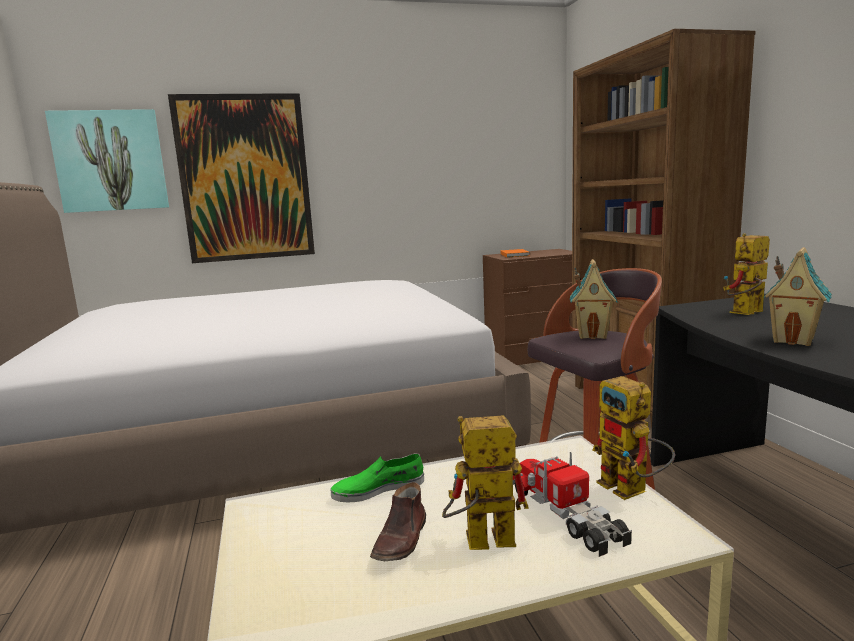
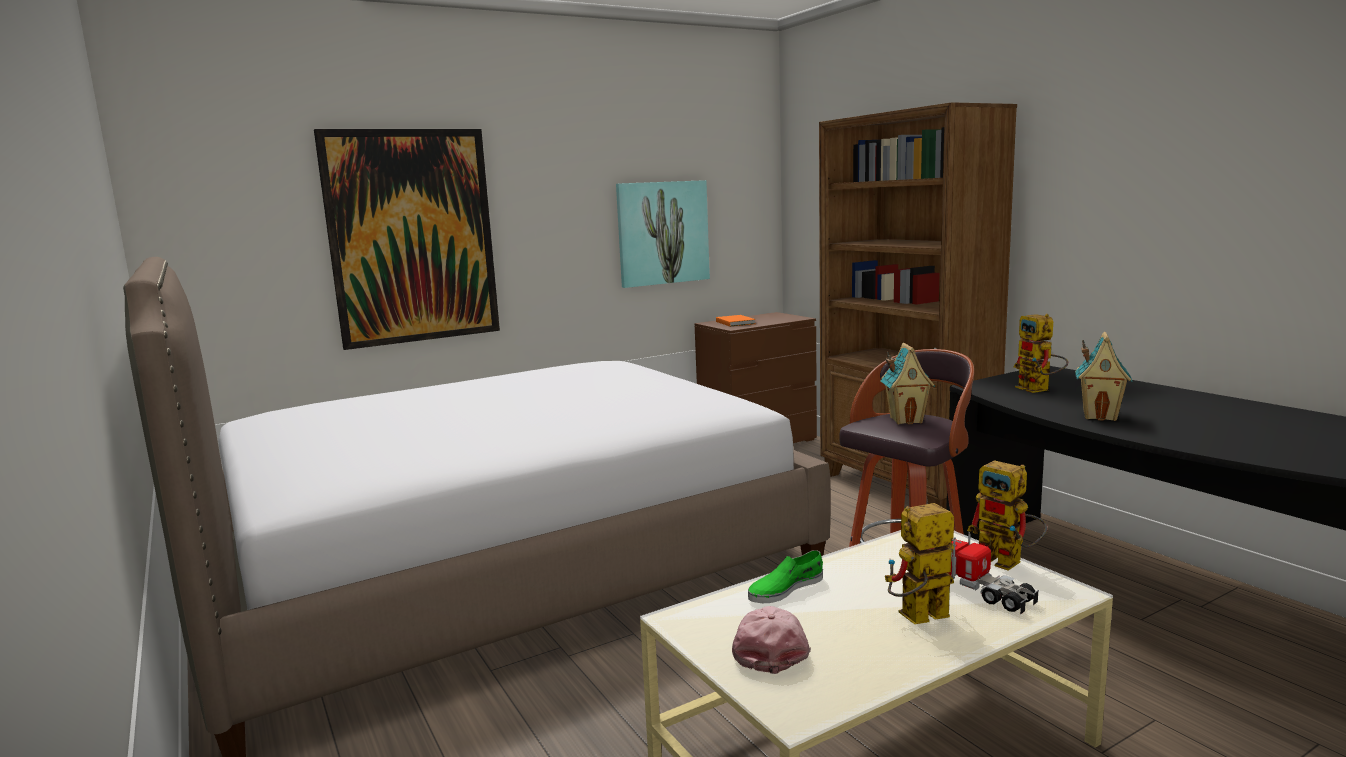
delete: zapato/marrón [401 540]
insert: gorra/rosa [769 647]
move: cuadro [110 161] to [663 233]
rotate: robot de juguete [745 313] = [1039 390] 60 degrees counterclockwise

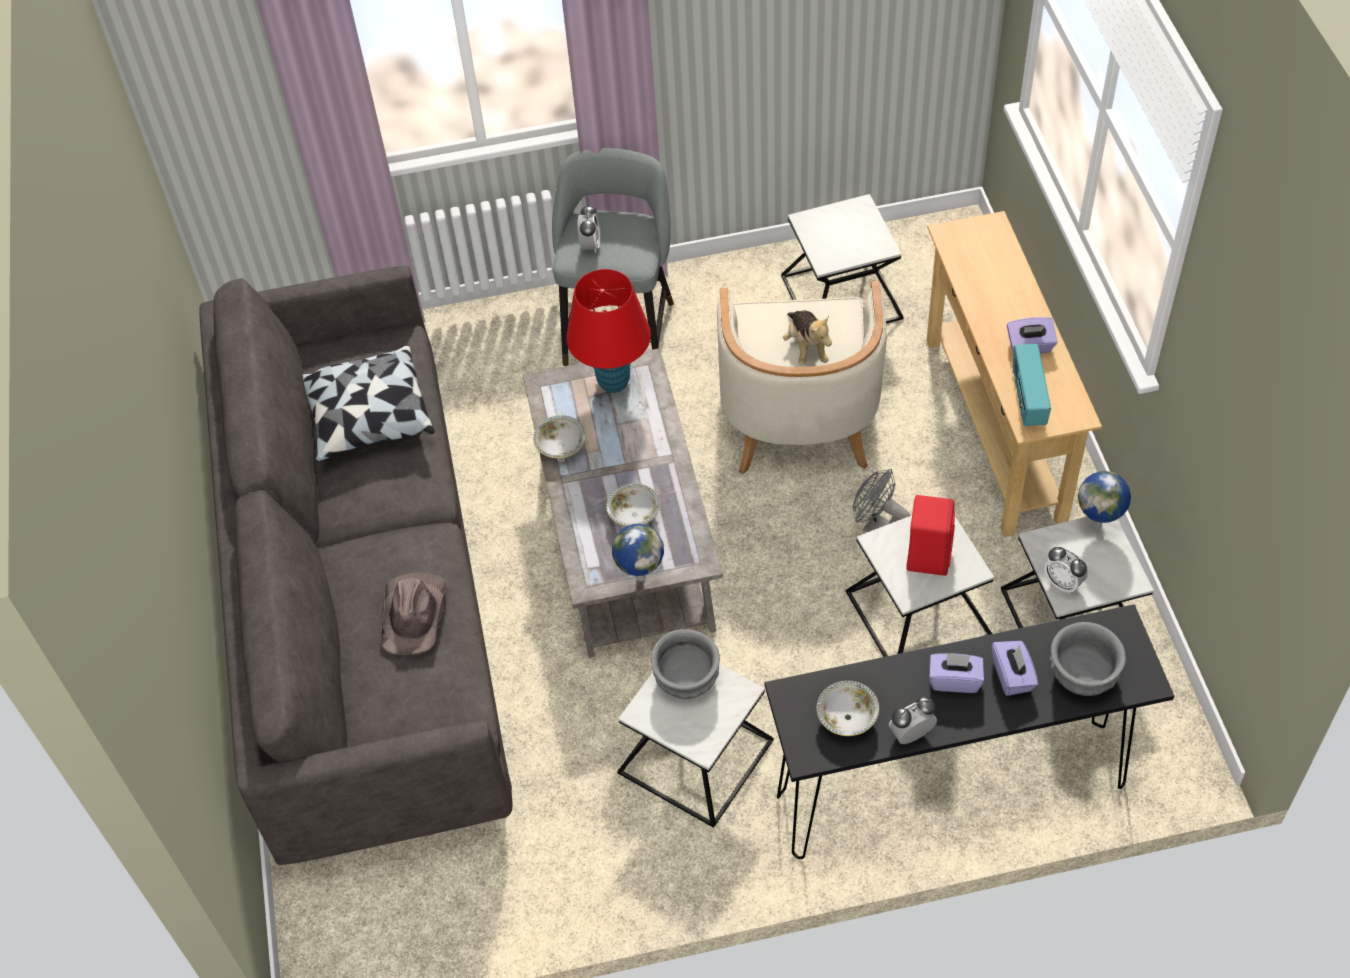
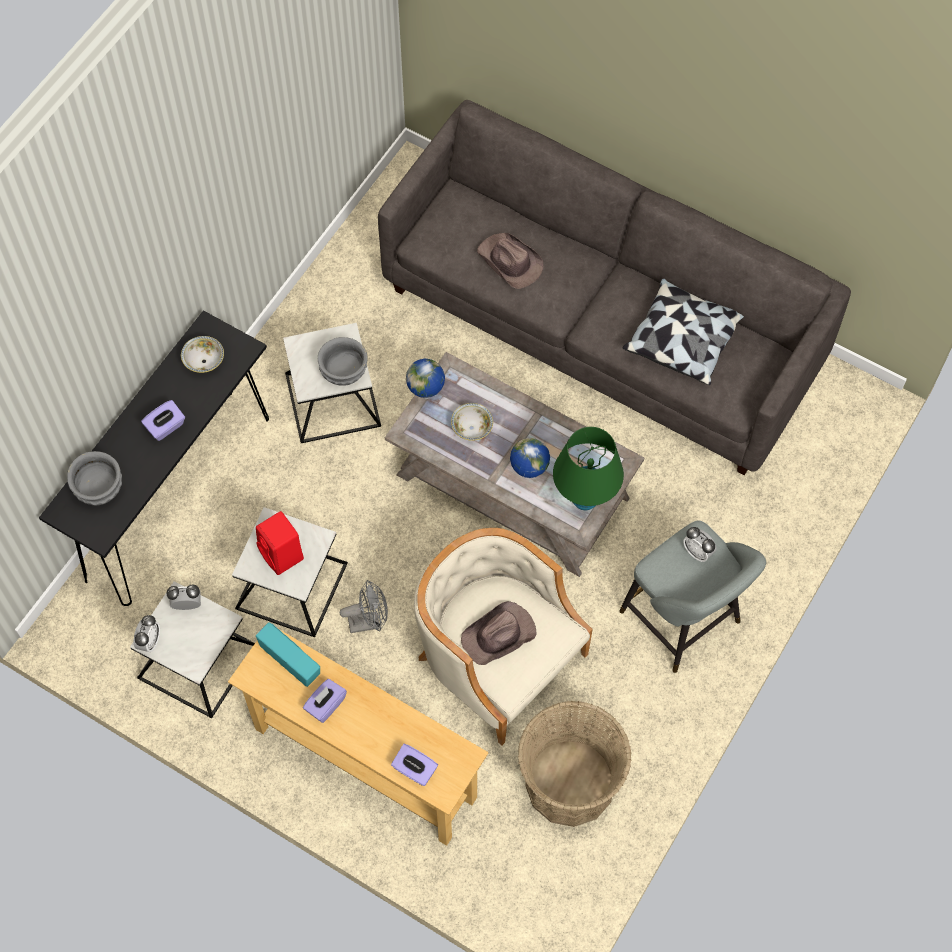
delete: cuenco [561 447]
move: despertador [911 734] to [149 641]; caja de pañuelos/morado [1012 676] to [414 770]; globo terráqueo [1098 525] to [528 475]
replace: peluche [806 347] to sombrero/marrón [499 635]; mesa auxiliar [842 297] to cesta [569 783]
recolor: lámpara de mesa/rojo [613 382] to lámpara de mesa/verde [585 499]

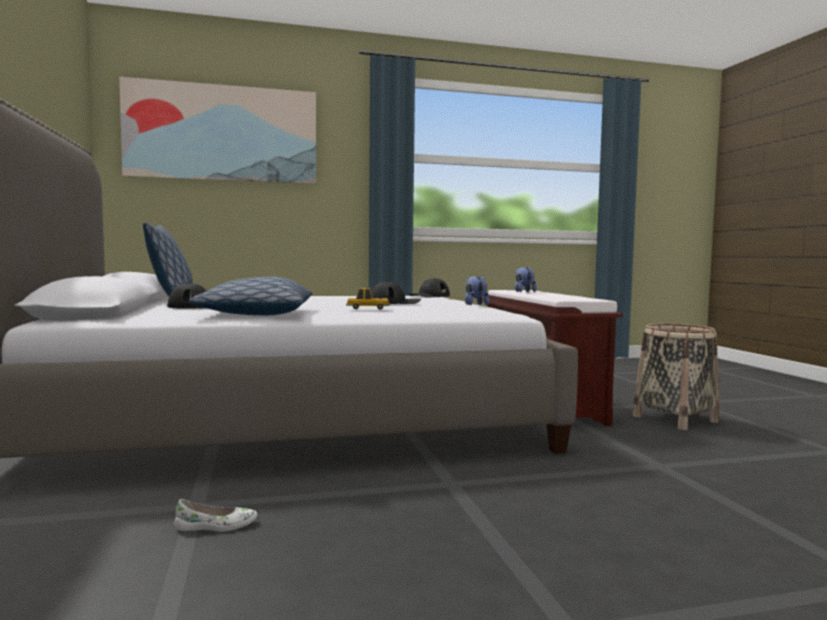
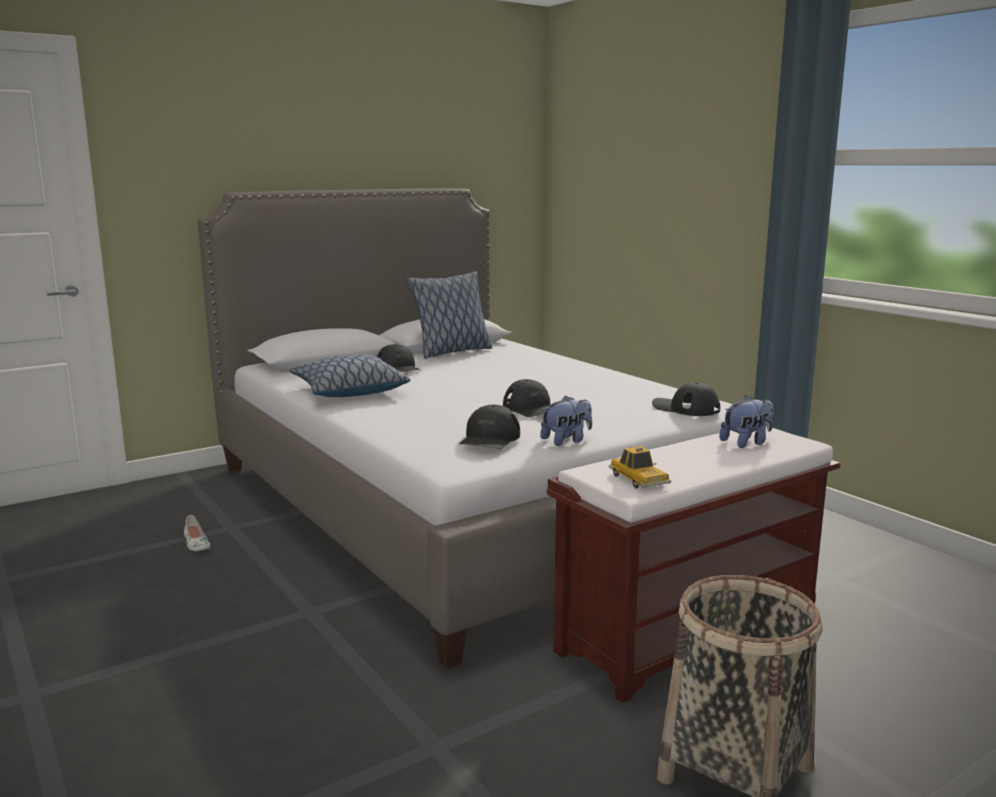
delete: cuadro [222 133]
insert: gorra/negro [489 438]
move: coche de juguete [368 308] to [639 480]

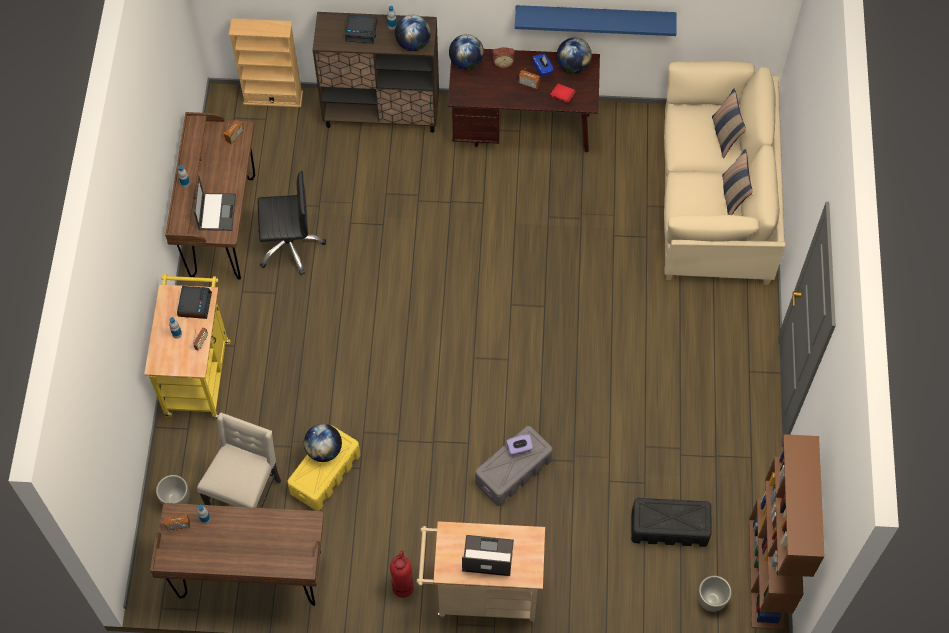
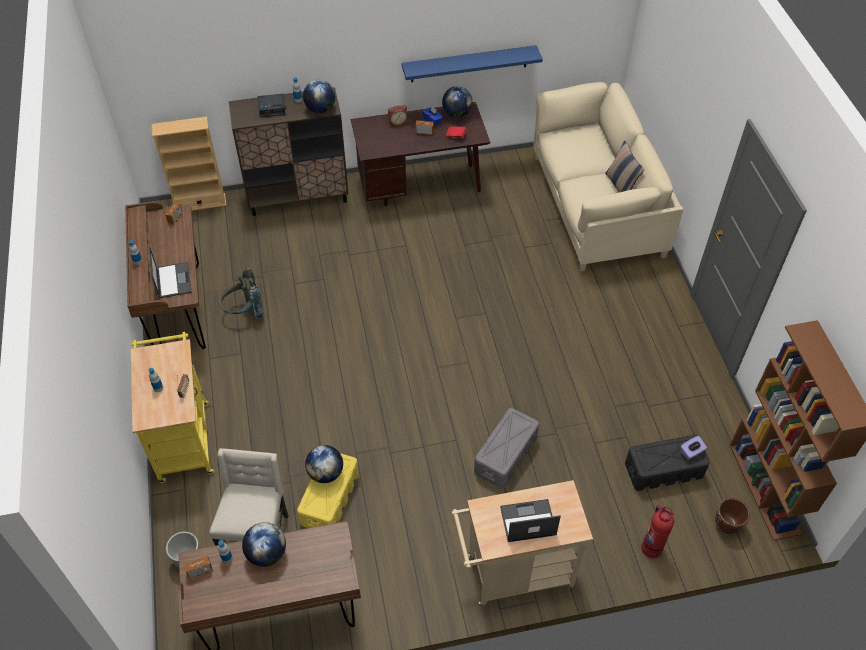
delete: despertador [194 304]; cojín [724 136]
move: globo terráqueo [466 62] to [267 553]; extintor [403 586] to [651 547]; caja de pañuelos/morado [519 448] to [691 452]
replace: silla de oficina/negro [290 246] to mochila/gris [244 312]
recolor: maceta/gris [711 600] to maceta/marrón [727 524]

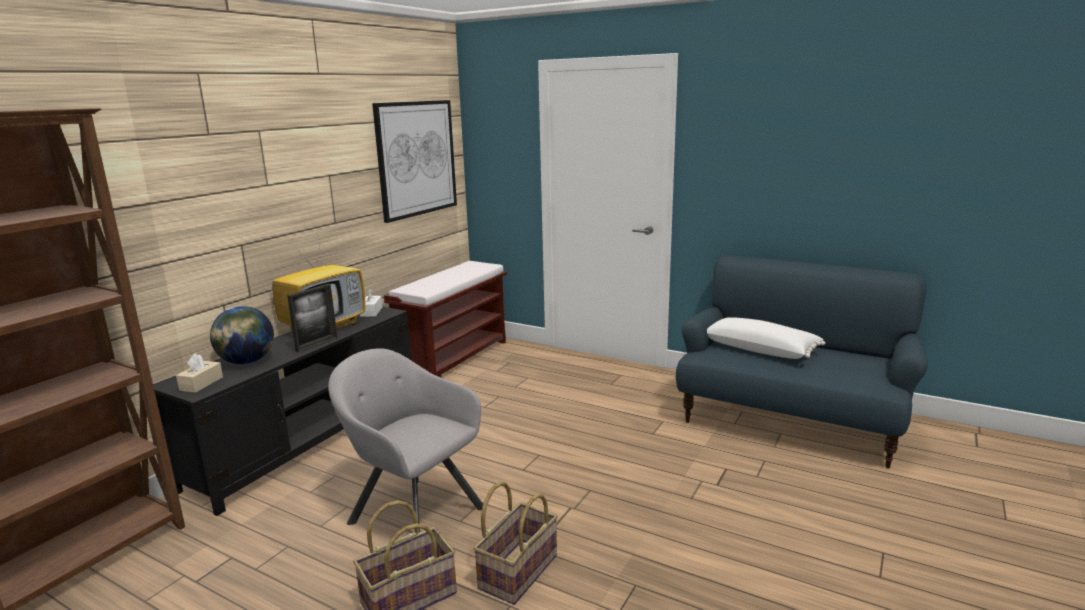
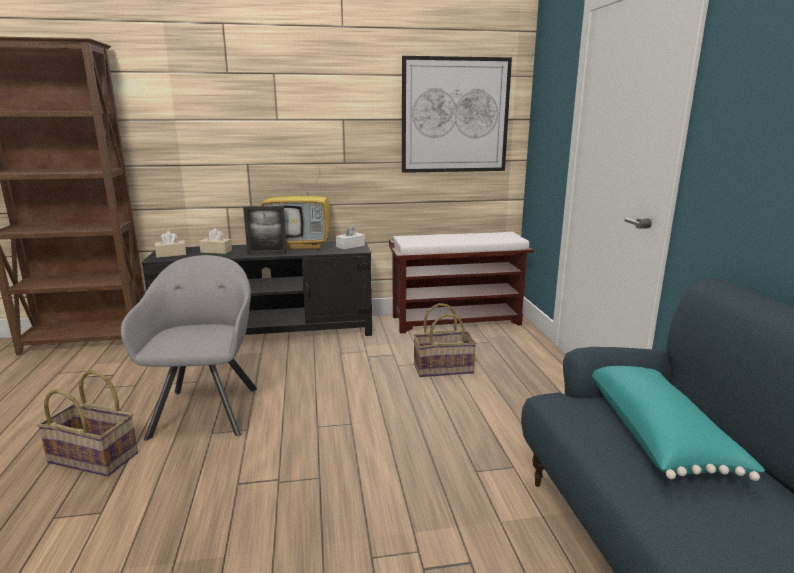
move: cesta [517 571] to [443 368]
replace: globo terráqueo [246 362] to caja de pañuelos/beis [216 251]
recolor: cojín/blanco [760 349] to cojín/turquesa [659 436]

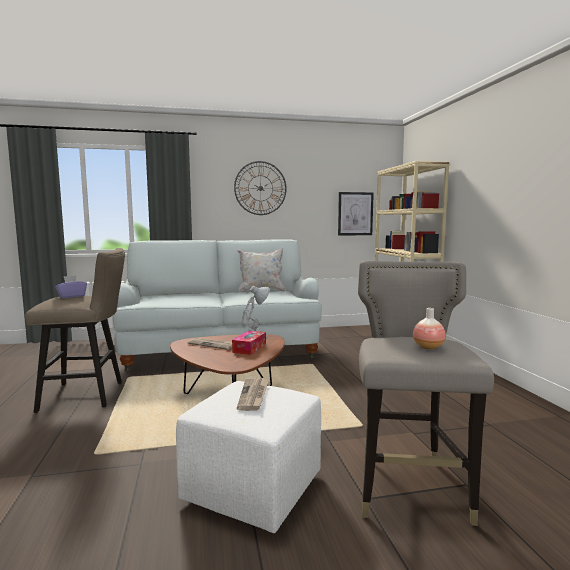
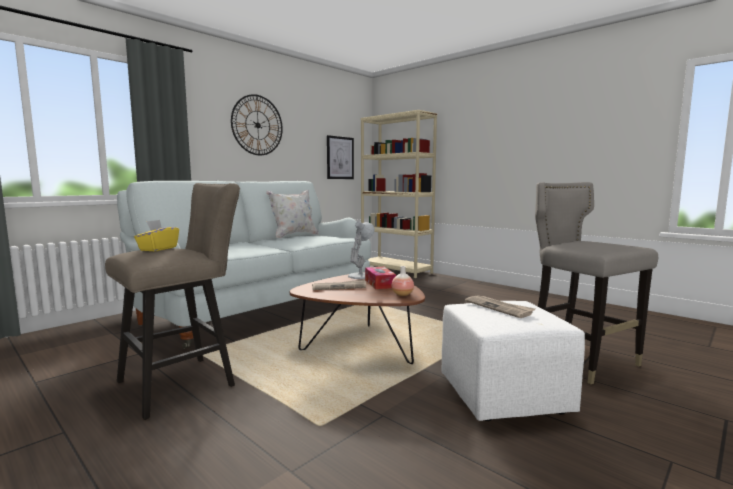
move: florero [428 347] to [402 294]
recolor: caja de pañuelos/morado [71 296] to caja de pañuelos/amarillo [158 249]

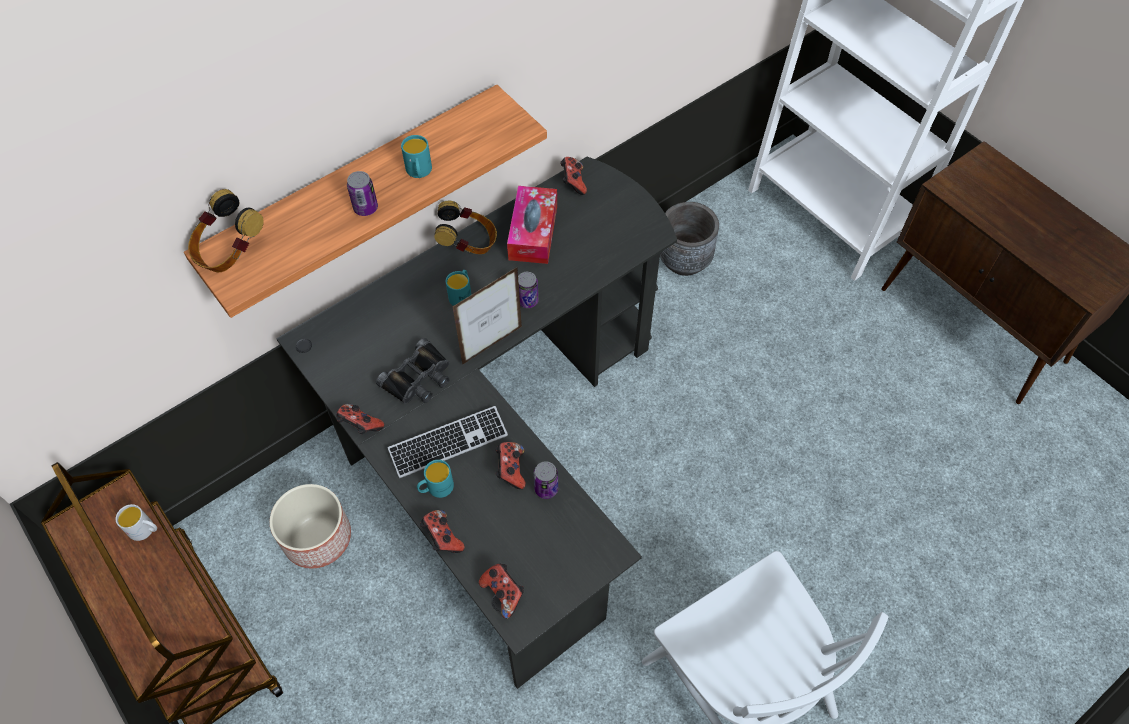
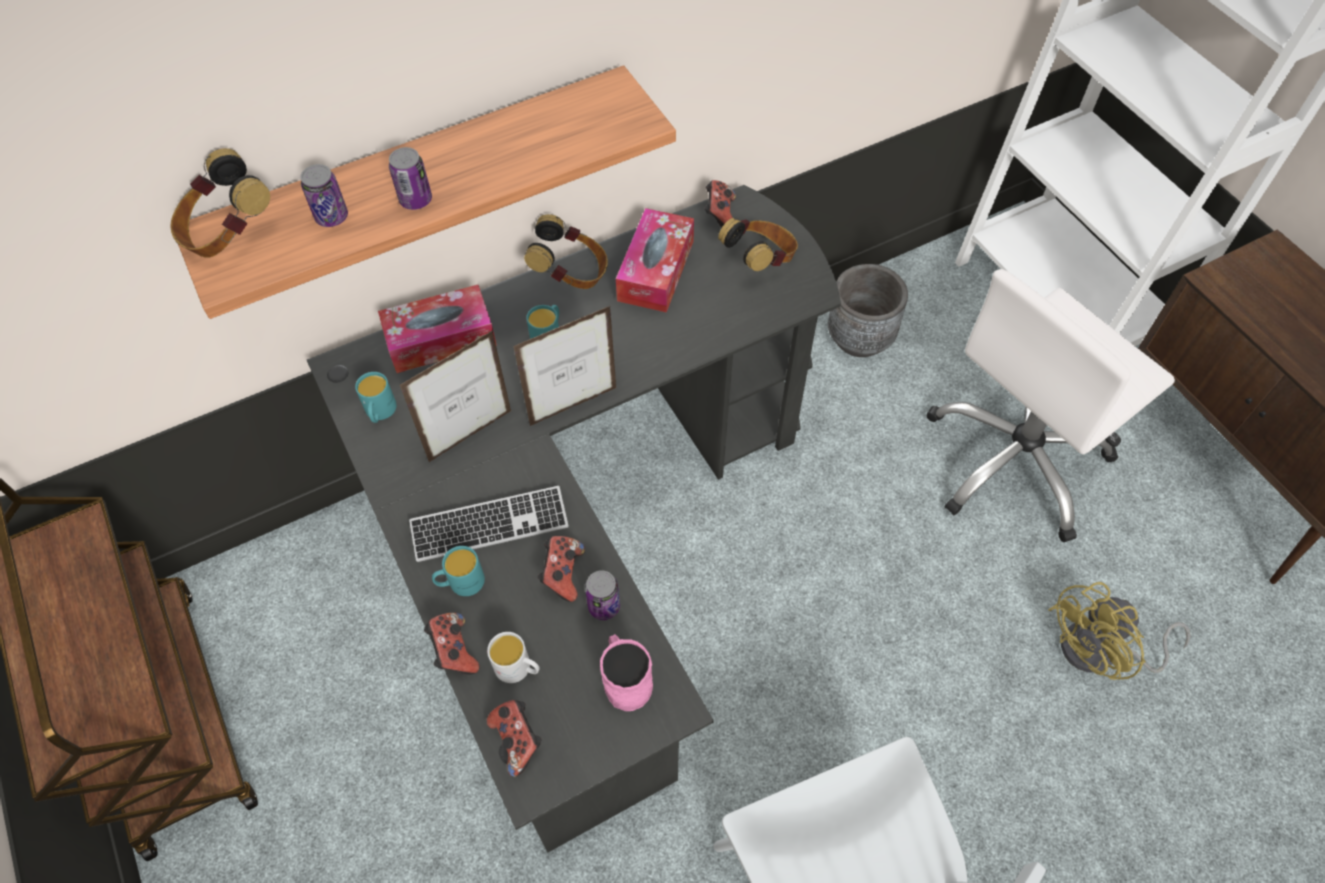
delete: maceta [316 537]; mando de consola [360 426]
insert: caja de pañuelos [441 339]; taza grande/rosa [625 680]; auriculares [760 261]; silla de oficina/blanco [1016 461]; ventilador/amarillo [1099 652]
move: lata [528 300] to [332 217]; taza grande/turquesa [419 172] to [380 412]; taza grande/blanco [145 530] to [518 668]
replace: prismáticos/negro [419 378] to portarretratos [471 436]

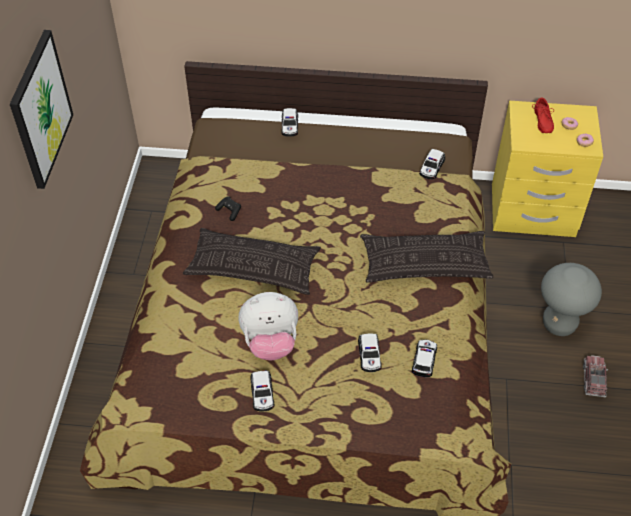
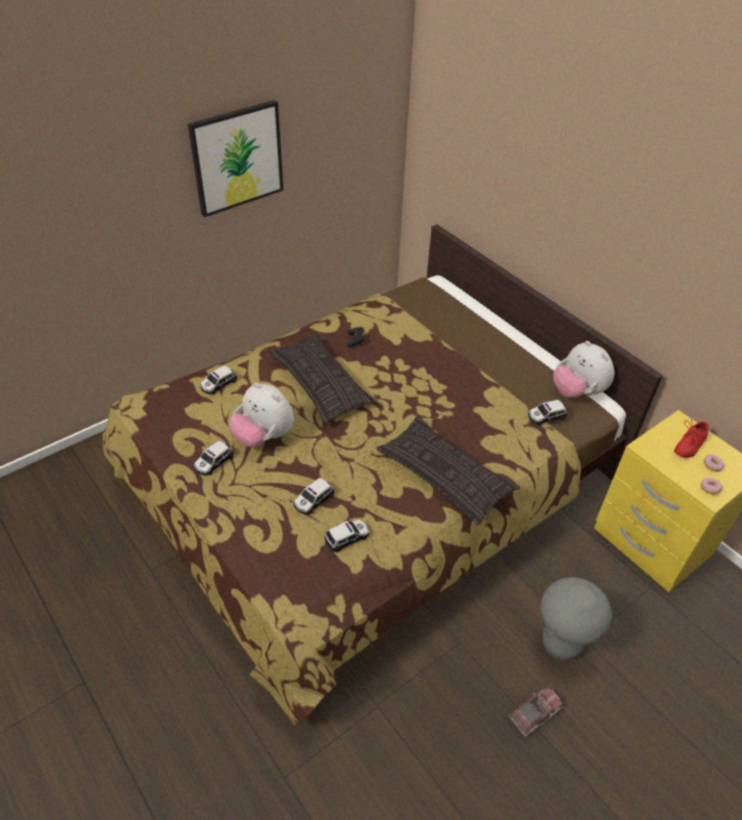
insert: peluche [577 392]
move: coche de juguete [289 126] to [218 384]

